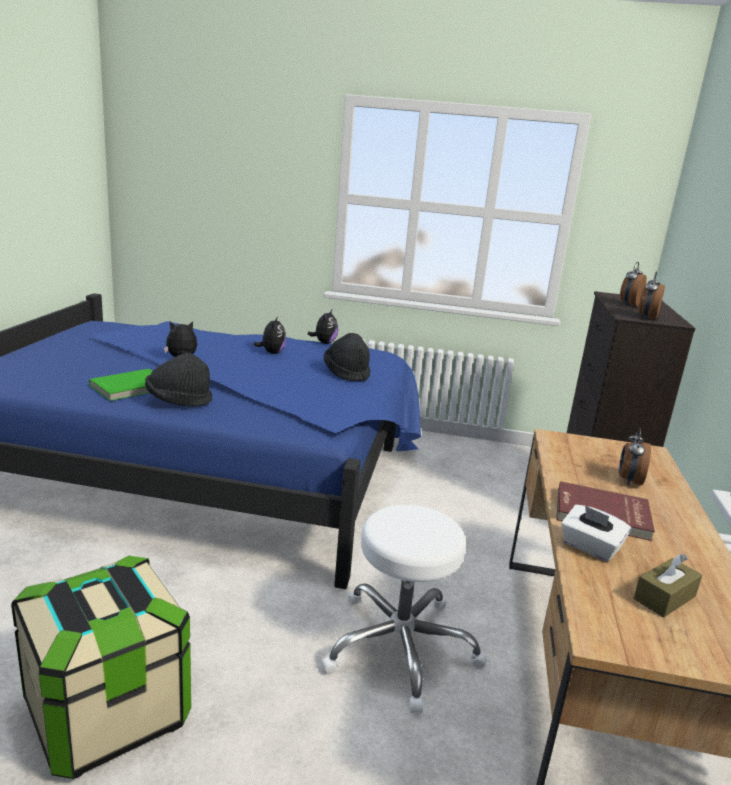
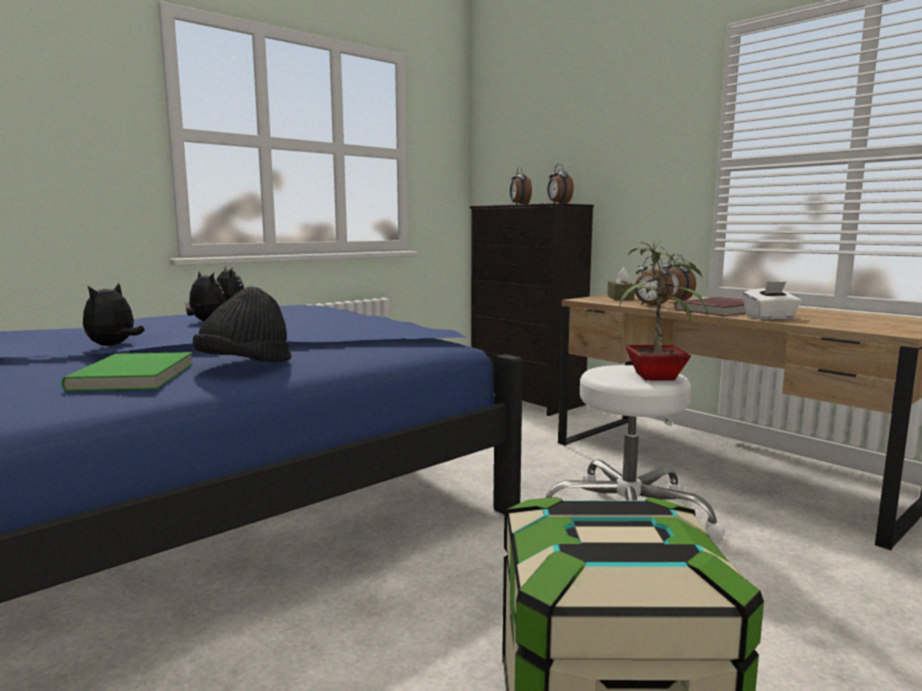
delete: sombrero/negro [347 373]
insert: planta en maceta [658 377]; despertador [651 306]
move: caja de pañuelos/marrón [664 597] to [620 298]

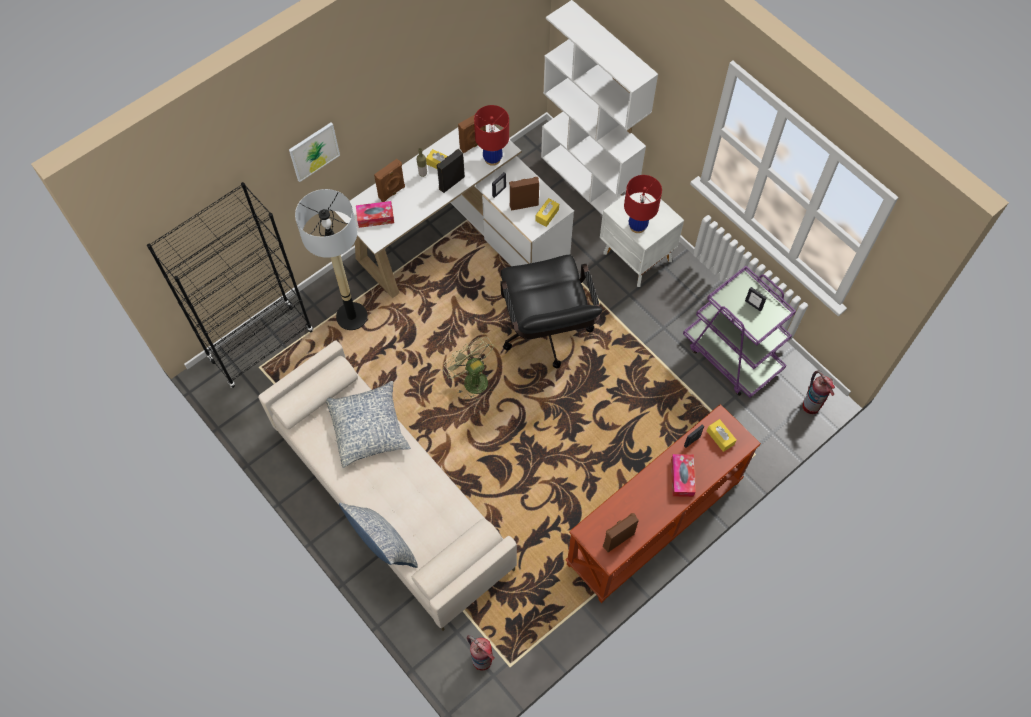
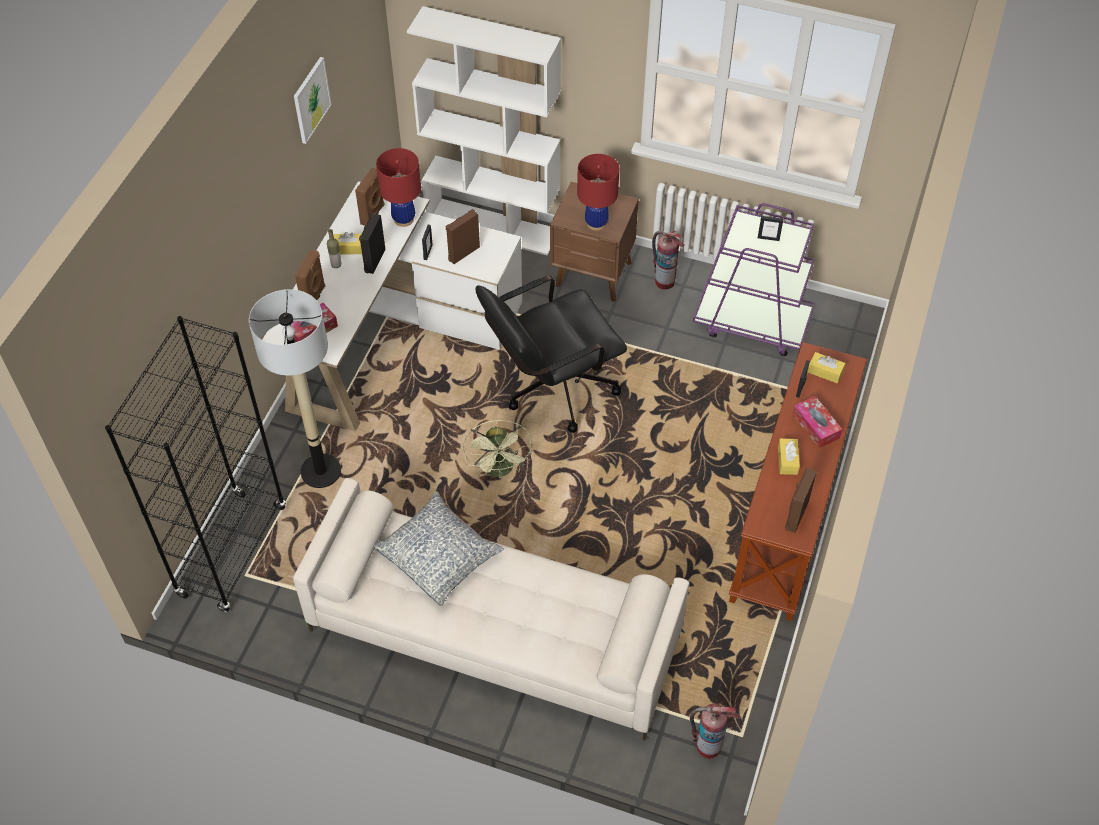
delete: cojín [383 545]
move: cuadro [314 151] to [311 100]; extintor [811 405] to [664 281]; caja de pañuelos/amarillo [547 215] to [787 460]
recolor: mesita de noche/blanco [637 258] to mesita de noche/marrón [594 275]
rotate: ventilador/verde [471 379] = [500 471] 120 degrees counterclockwise; silla de oficina/negro [546 335] = [551 390] 105 degrees clockwise

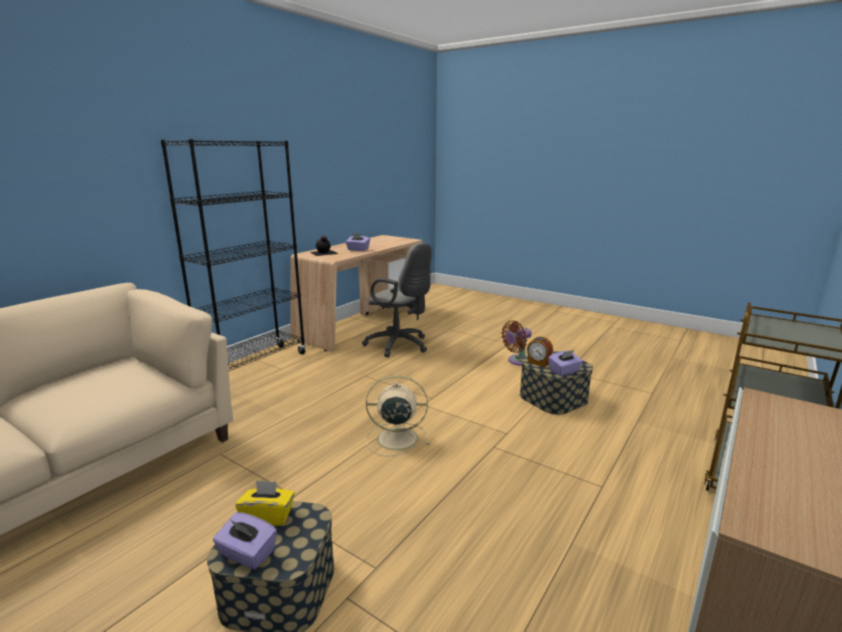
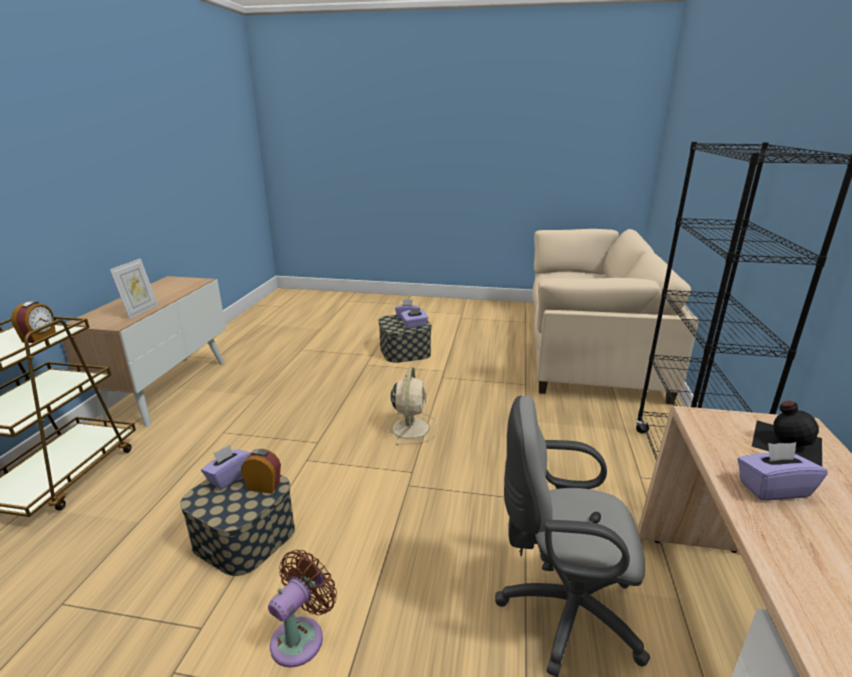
insert: despertador [40 338]; portarretratos [140 311]
recolor: caja de pañuelos/amarillo [268 516] to caja de pañuelos/morado [414 325]
rotate: ventilador/beis [395 438] = [410 427] 60 degrees counterclockwise

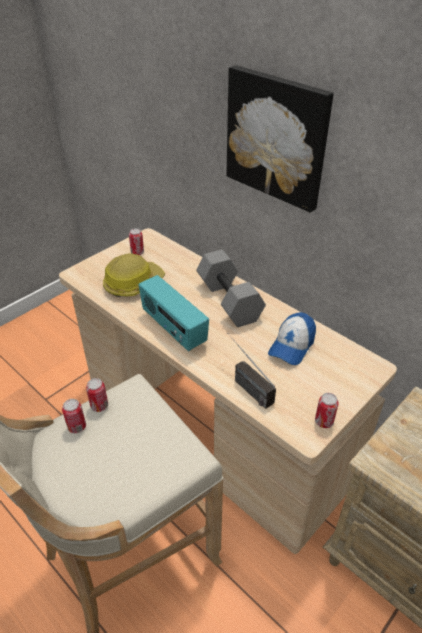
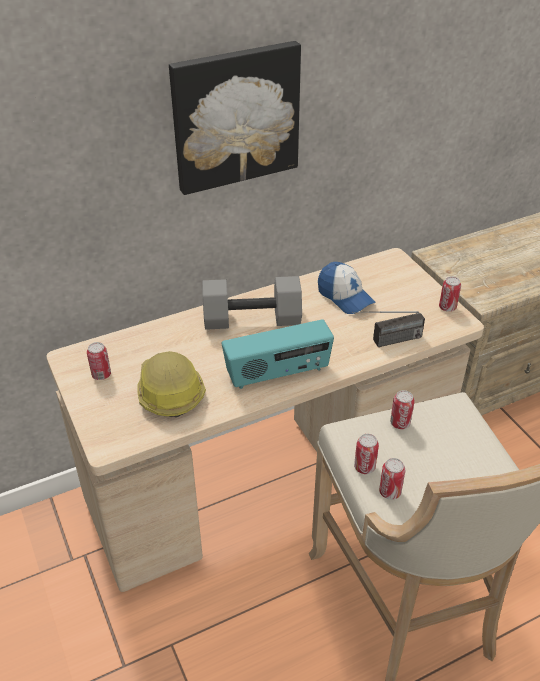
insert: lata [400 423]

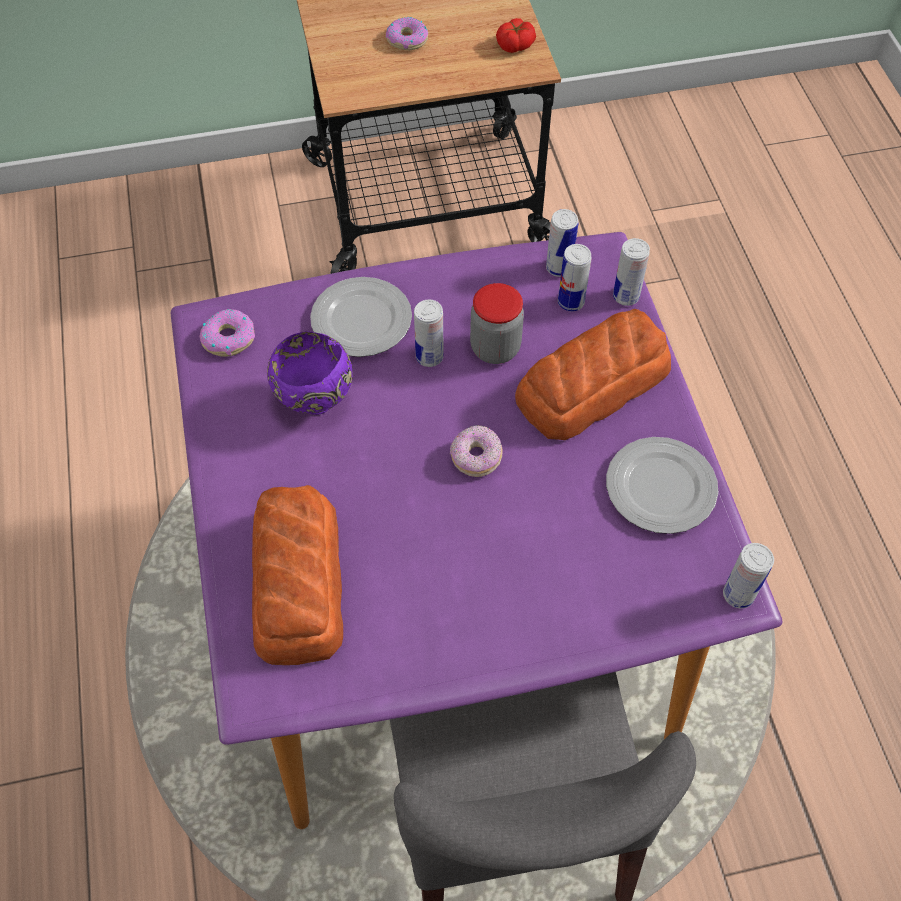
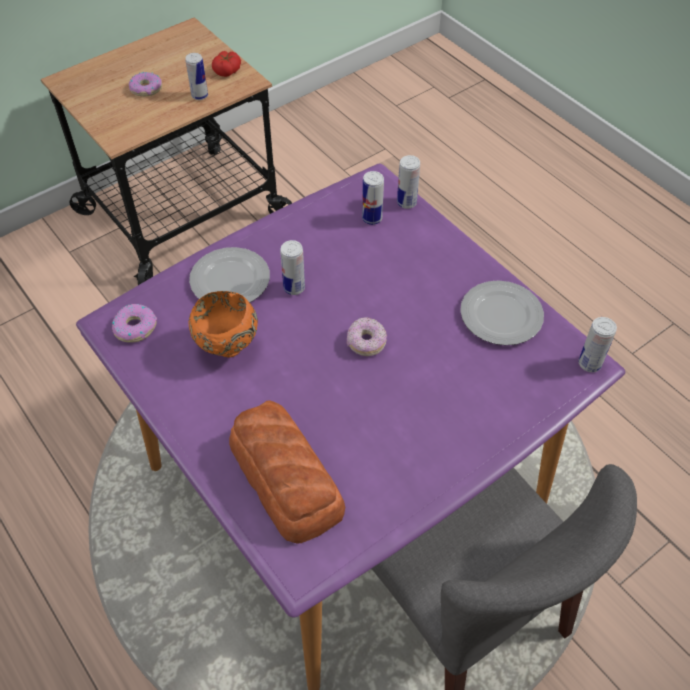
delete: tarro [495 348]; pan [590 385]
move: lata [559 268] to [199 96]
recolor: cuenco/morado [314 402] to cuenco/naranja [226 348]

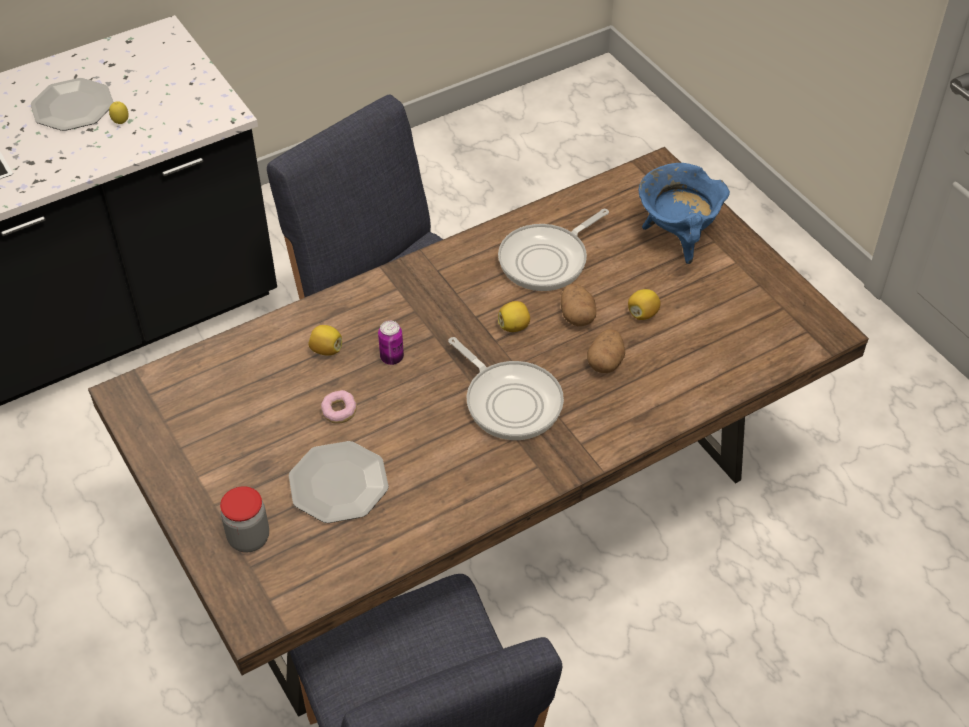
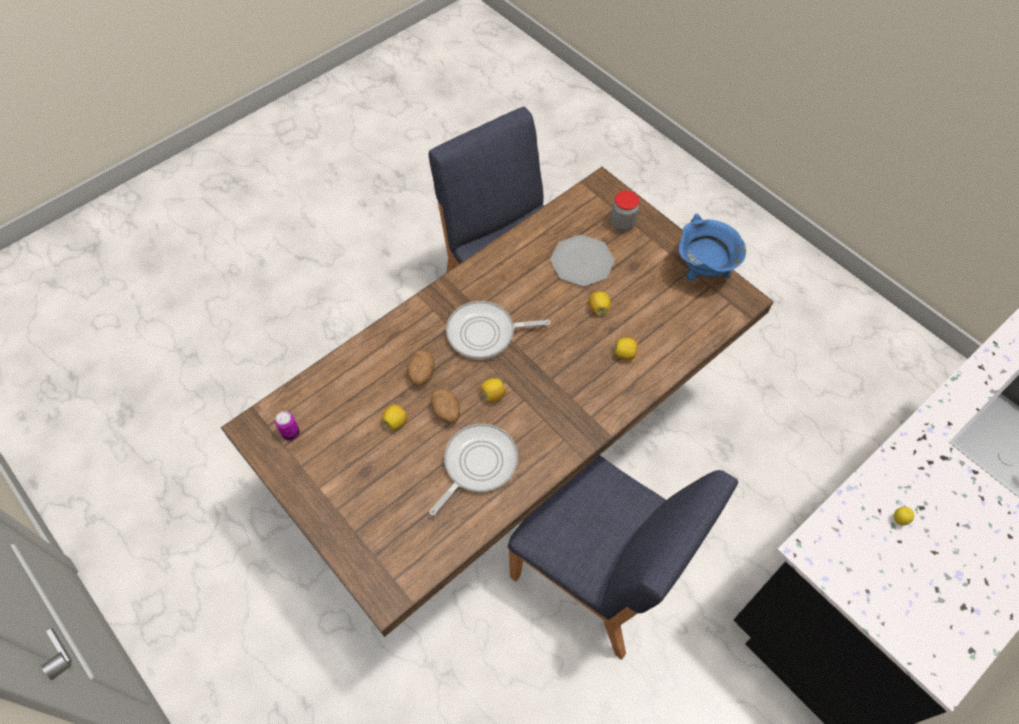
delete: plato [72 107]
move: lata [392 358] to [291 433]; olla/azul [677 237] to [702 271]
replace: rosquilla [339 412] to limón [598 308]
rotate: sartén [510 401] = [485 333] 45 degrees counterclockwise

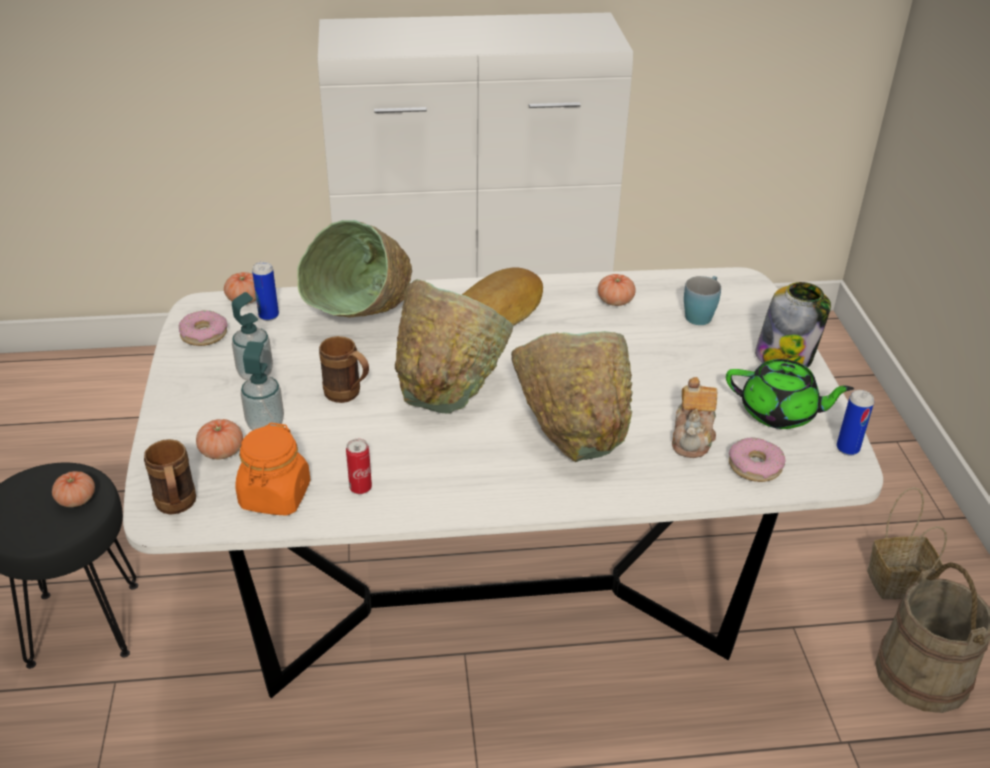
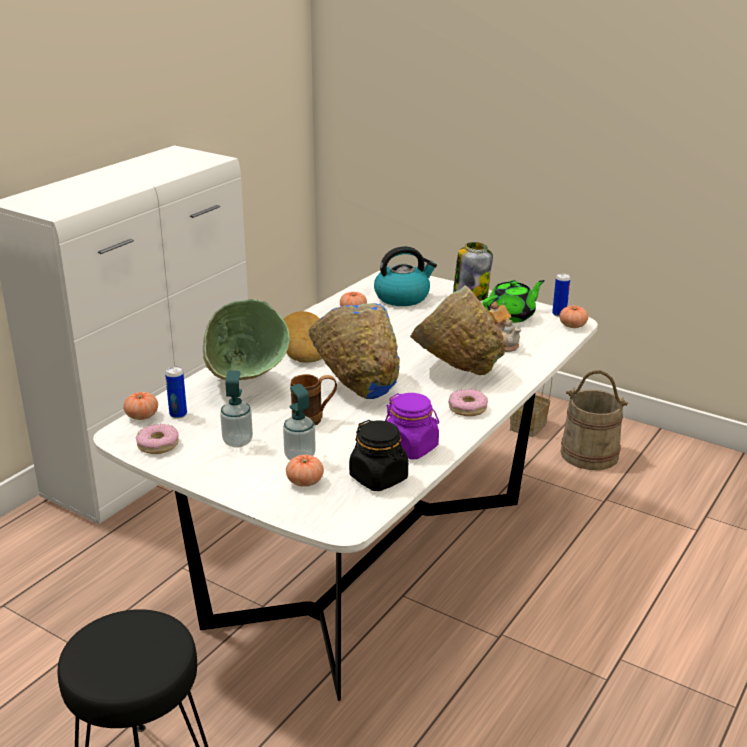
delete: taza grande/marrón [177 507]
move: rosquilla [755 466] to [467 408]; tomate [76 499] to [572 325]
replace: taza grande/azul [701 314] to hervidor [402 297]; lata [360 488] to tarro/morado [410 448]
recolor: cuenco/verde [447 390] to cuenco/azul [358 388]; tarro/naranja [275 496] to tarro/negro [379 478]

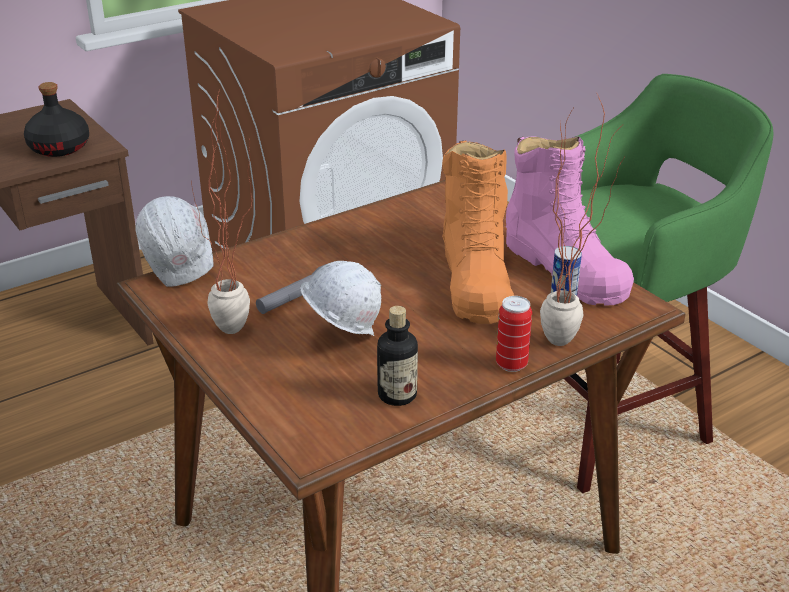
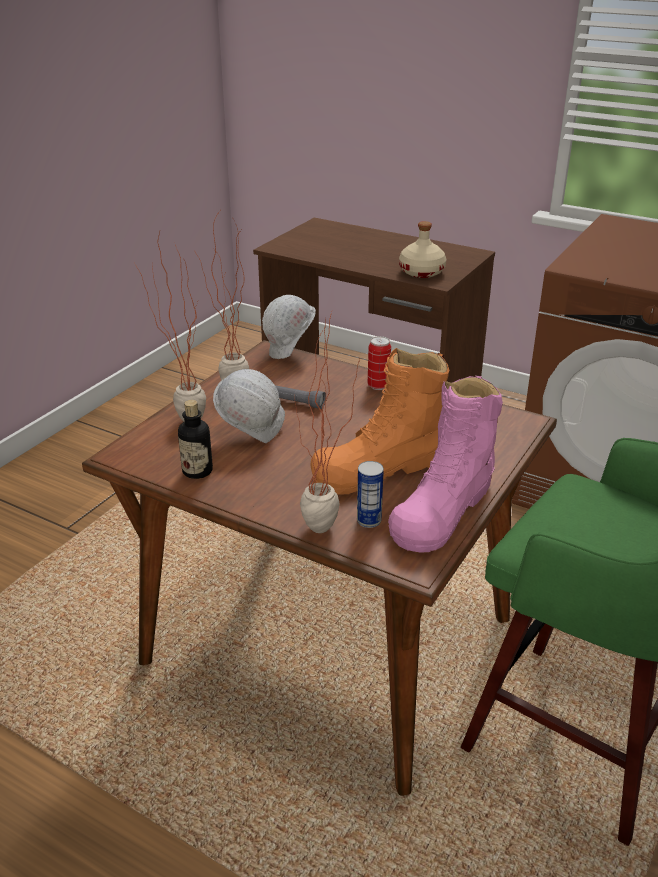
insert: planta en maceta [182 420]
move: lata [511 364] to [378 386]
recolor: botella/negro [59 147] to botella/beis [422 272]

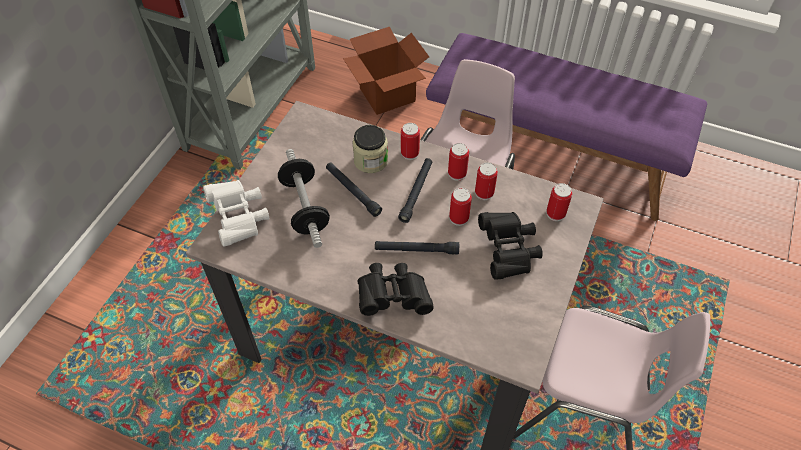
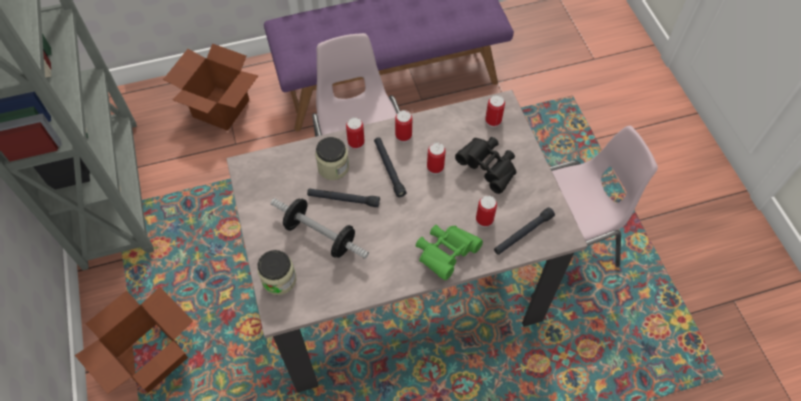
insert: caja de cartón [152 358]
move: lata [484 193] to [484 219]; linterna/negro [416 250] to [523 234]
replace: prismáticos/blanco [239 218] to tarro [279 279]
recolor: prismáticos/negro [393 297] to prismáticos/verde [445 254]

